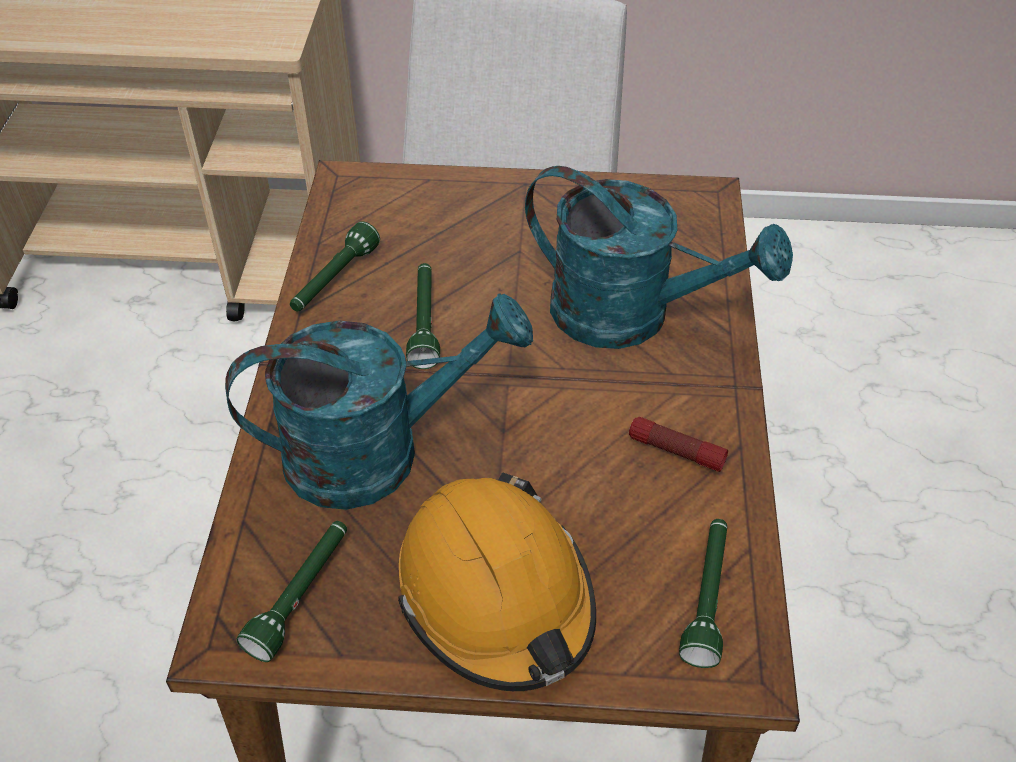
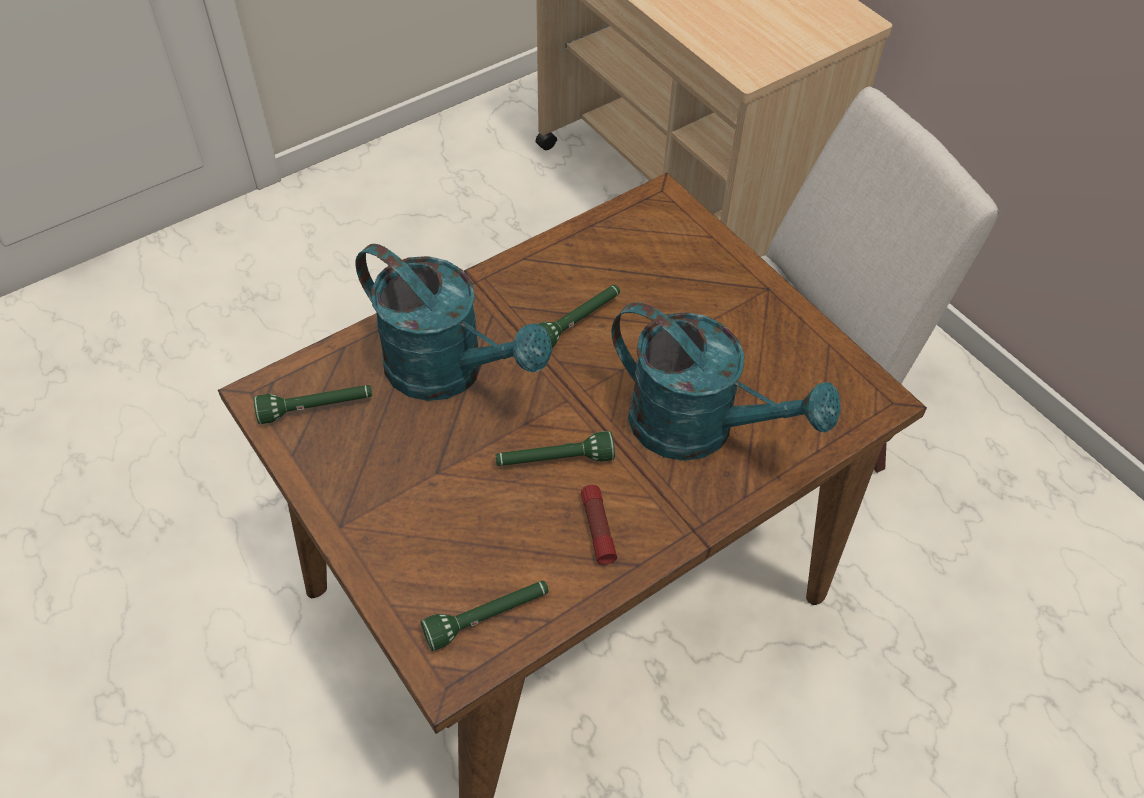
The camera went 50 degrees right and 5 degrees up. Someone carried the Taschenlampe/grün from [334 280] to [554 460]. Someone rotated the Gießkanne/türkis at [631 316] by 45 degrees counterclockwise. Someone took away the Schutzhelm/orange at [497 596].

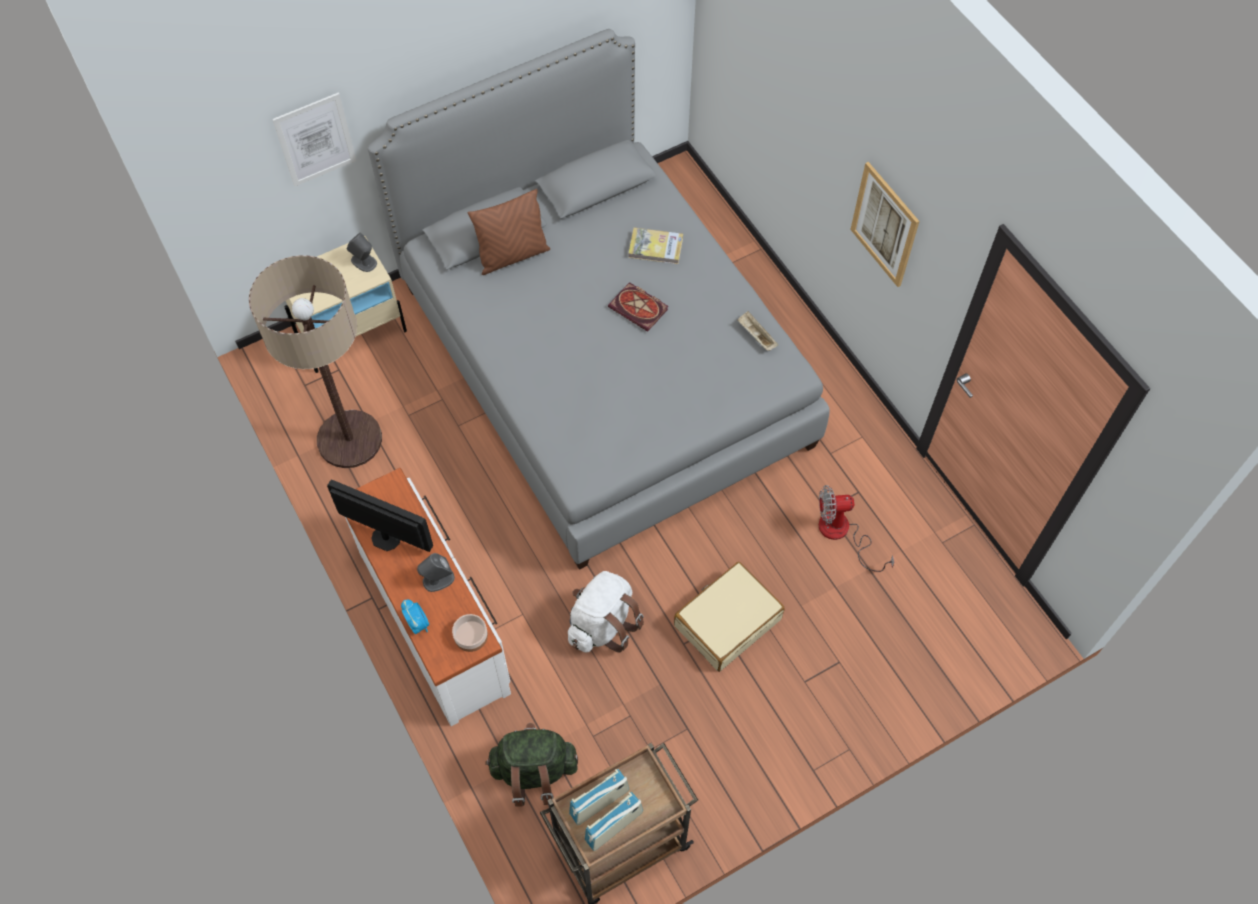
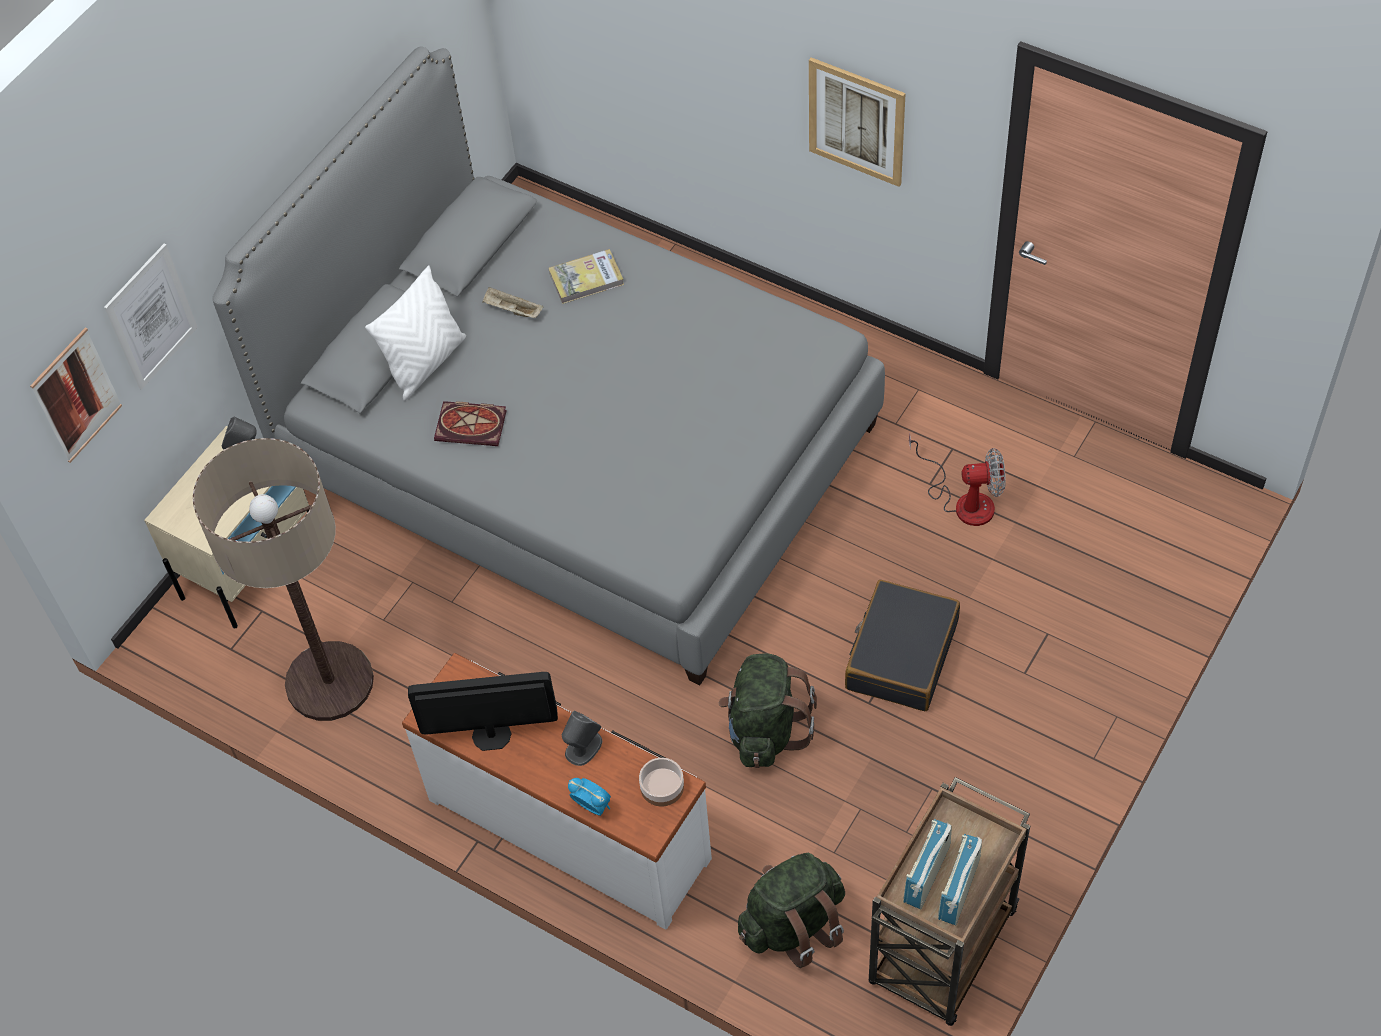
The camera went 25 degrees left and 5 degrees down. Someone put up the Bild at [76 395]. Someone repainted the Kissen/braun at [512 255], which became the Kissen/weiß at [426 363]. Someone carried the Buch from [640 308] to [473 425]. Someone carried the Tablett/beige from [756 336] to [512 310]. Someone repainted the Rucksack/weiß at [602 624], which became the Rucksack/grün at [765 730]. Someone repainted the Koffer/beige at [727 621], which became the Koffer/schwarz at [901 655]. Someone rotated the Ventilator at [842 534] by 150 degrees counterclockwise.

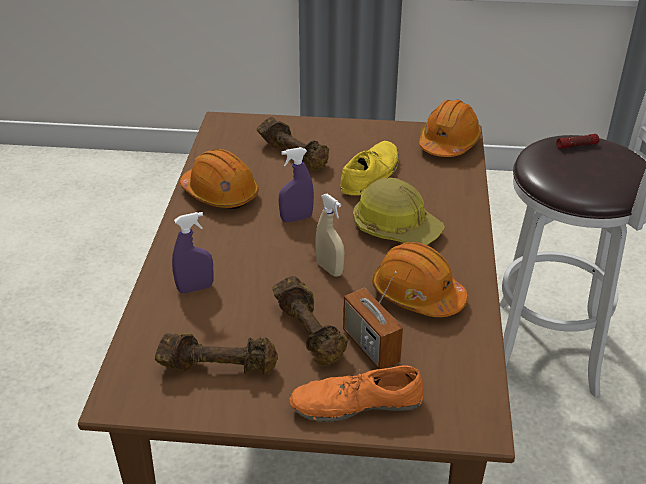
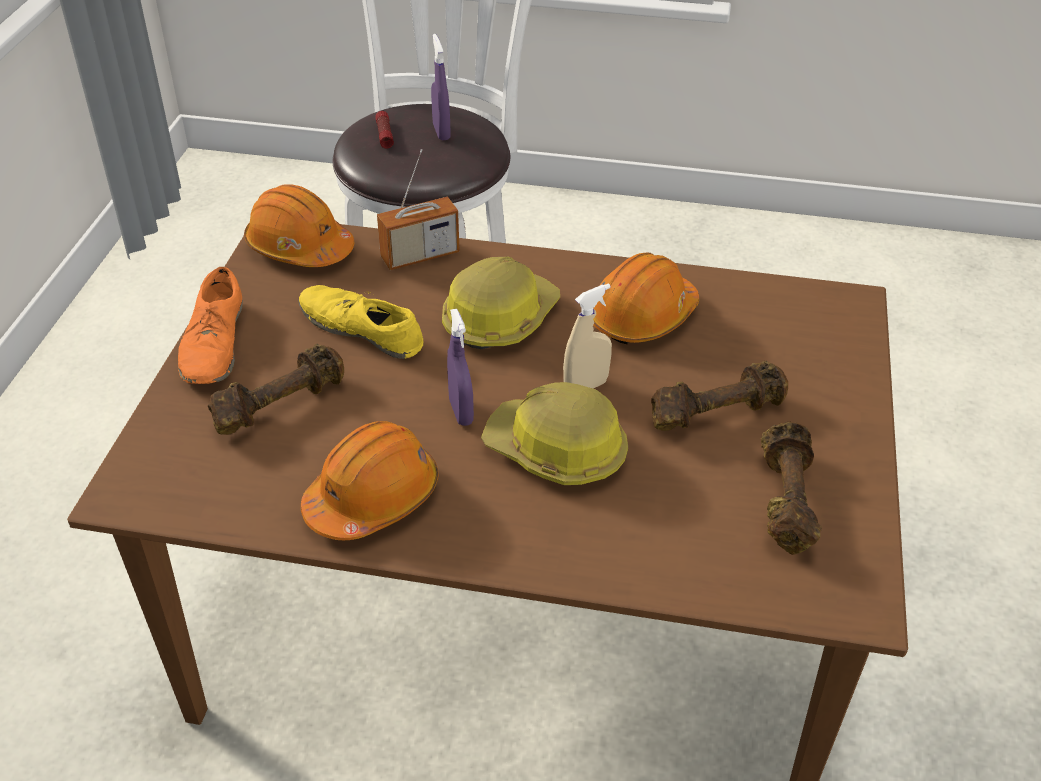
The camera went 85 degrees left and 5 degrees up. Someone carried the Schuh/orange from [356 403] to [214 344]. Someone carried the Radio from [370 346] to [420 256]. Someone carried the Sprühflasche/lila from [195 288] to [441 132]. Someone put down the Schutzhelm at [557 451].

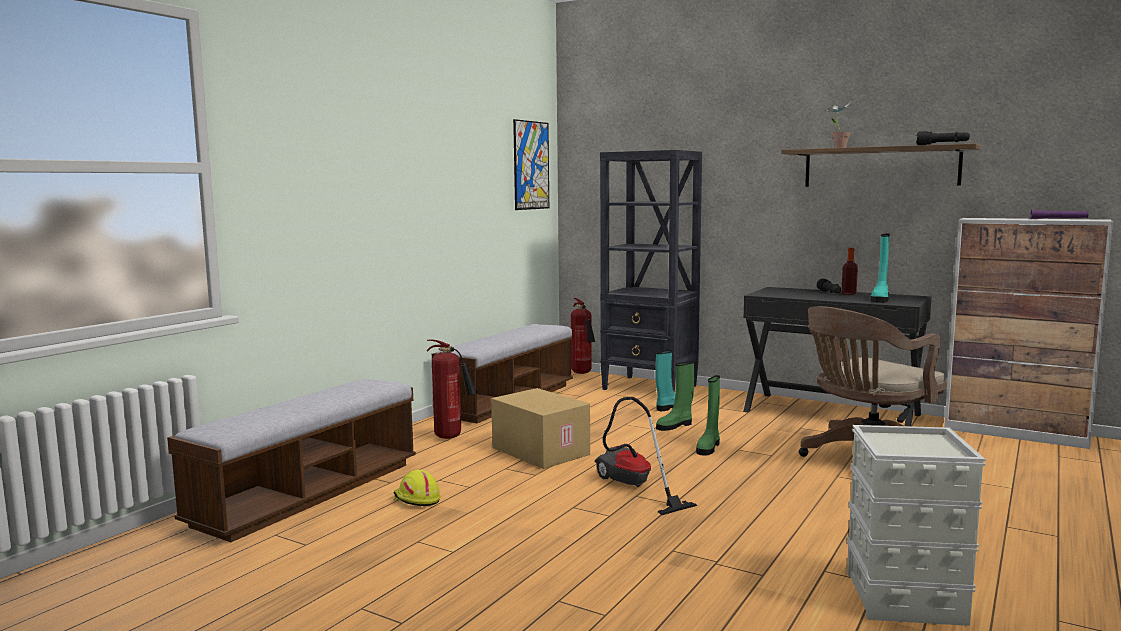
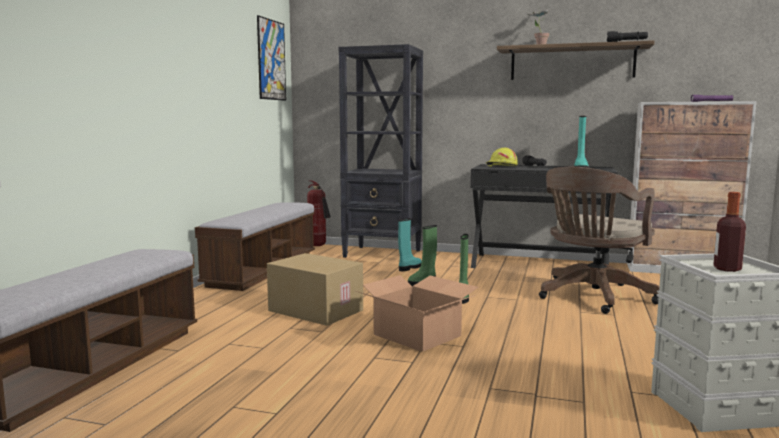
The camera went 15 degrees left and 0 degrees up. Someone swapped the Staubsauger at [631 487] for the Karton at [417 335]. Someone carried the Schutzhelm/gelb from [416 500] to [501 166]. Someone carried the Flasche from [848 293] to [727 269]. Someone took away the Feuerlöscher at [451 437].

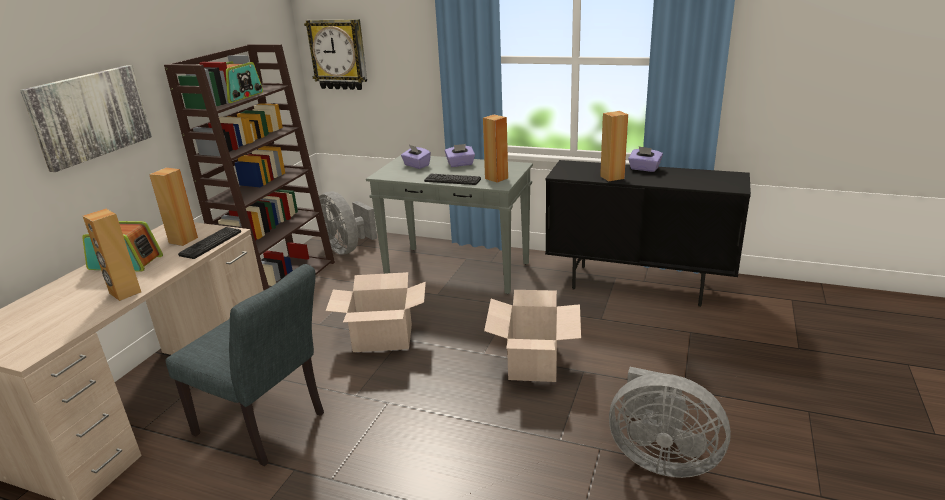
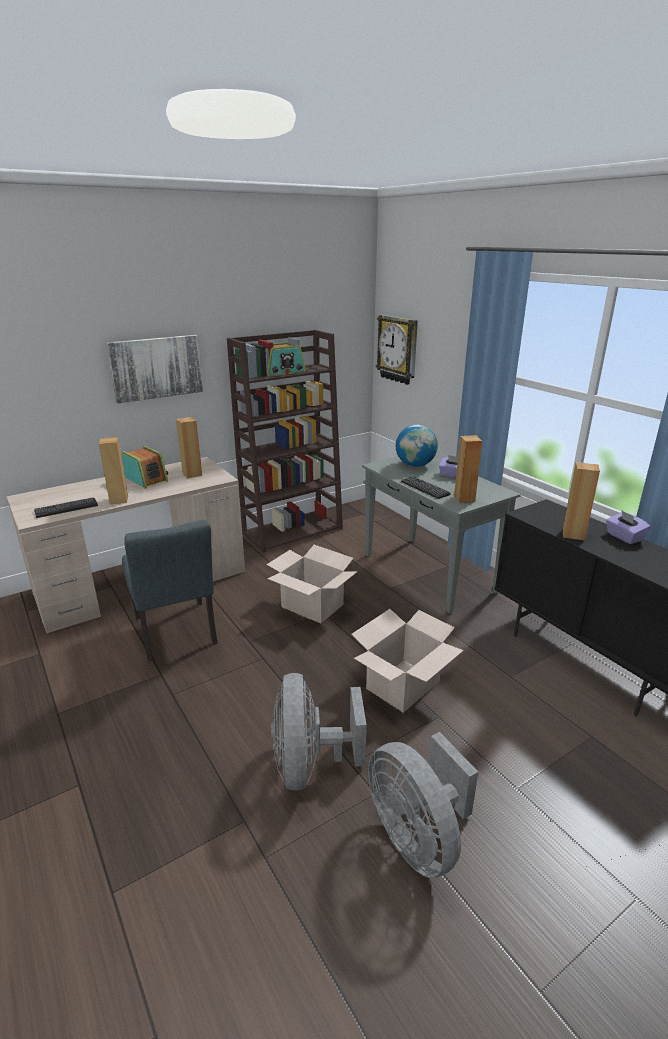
The camera went 35 degrees right and 0 degrees up. Someone carried the Tastatur from [211 243] to [66 508]. Someone carried the Ventilator/grau from [347 248] to [310 764]. Someone swapped the Taschentuchbox/lila at [416 165] for the Globus at [415 465].

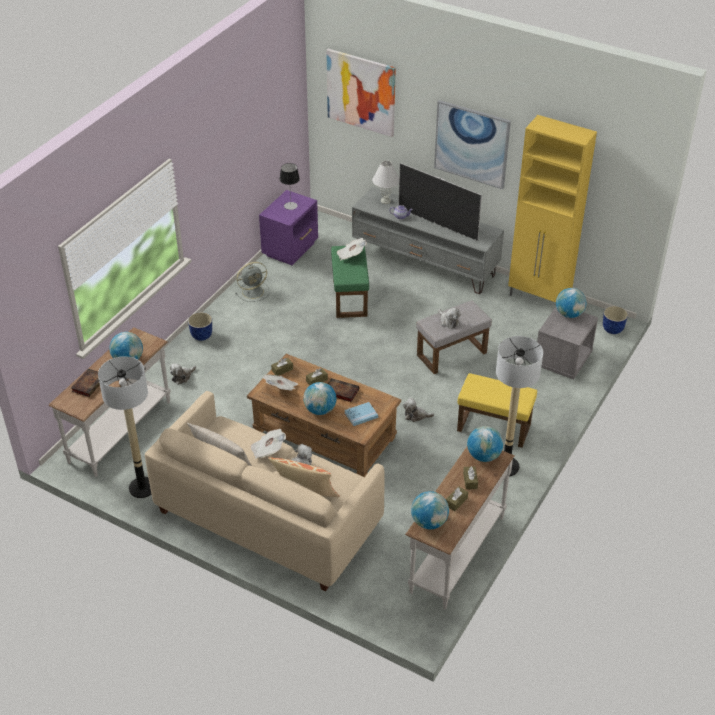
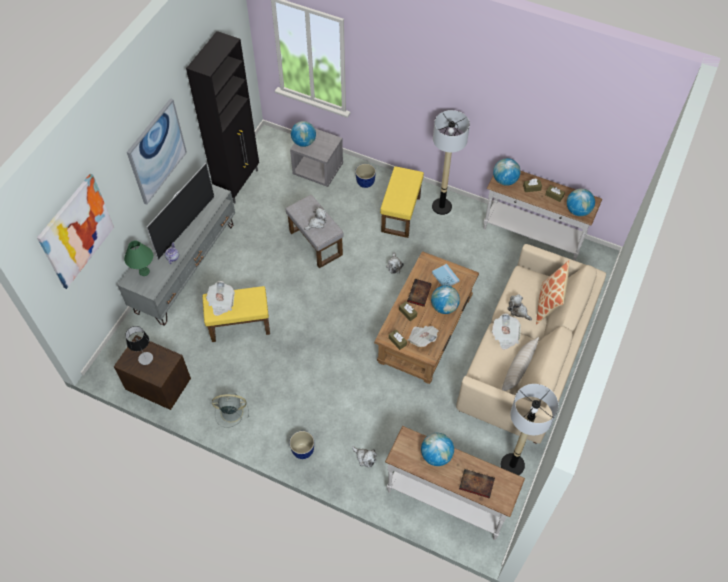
The camera went 95 degrees left and 15 degrees up. Someone repainted the Nachttisch/lila at [291 249], which became the Nachttisch/braun at [159 385]. Someone repainted the Tischlampe/weiß at [385 201], which became the Tischlampe/grün at [144 271]. Someone repainted the Schrank/gelb at [539 298], which became the Schrank/schwarz at [238 183]. Someone repainted the Polsterhocker/grün at [350 298], which became the Polsterhocker/gelb at [240 324]. Someone rotated the Ventilator/grau at [254 291] by 60 degrees counterclockwise. Someone carried the Pflanzkübel from [613 329] to [365 182].

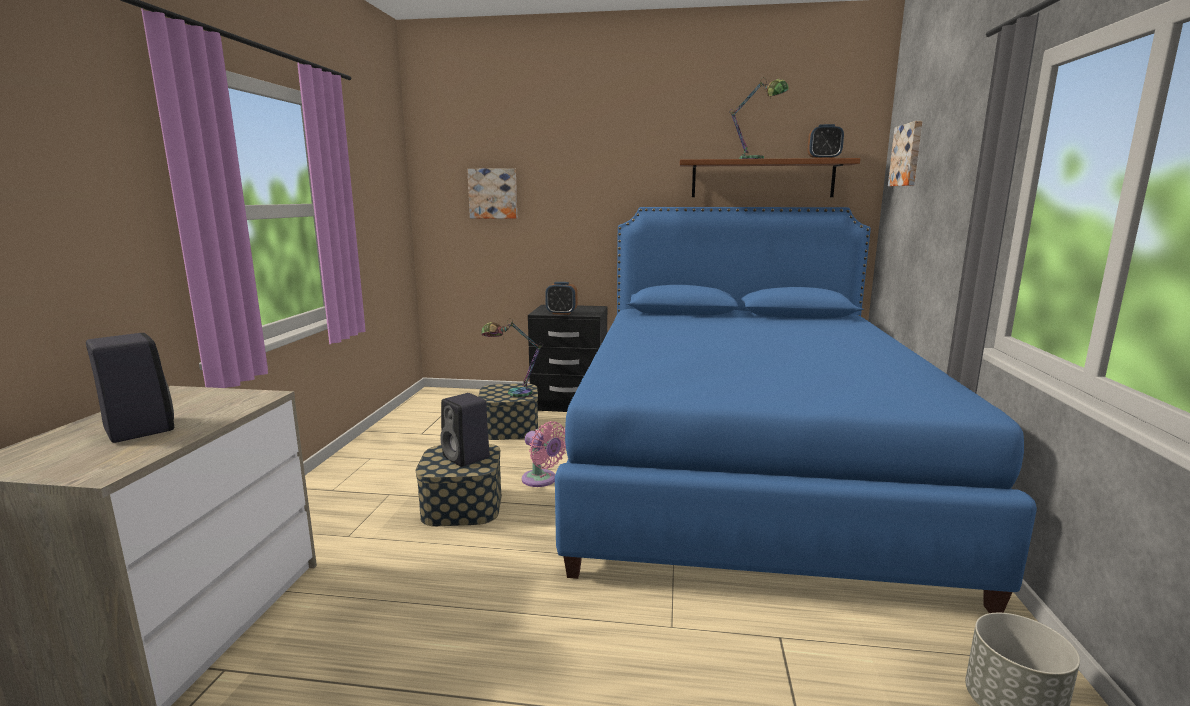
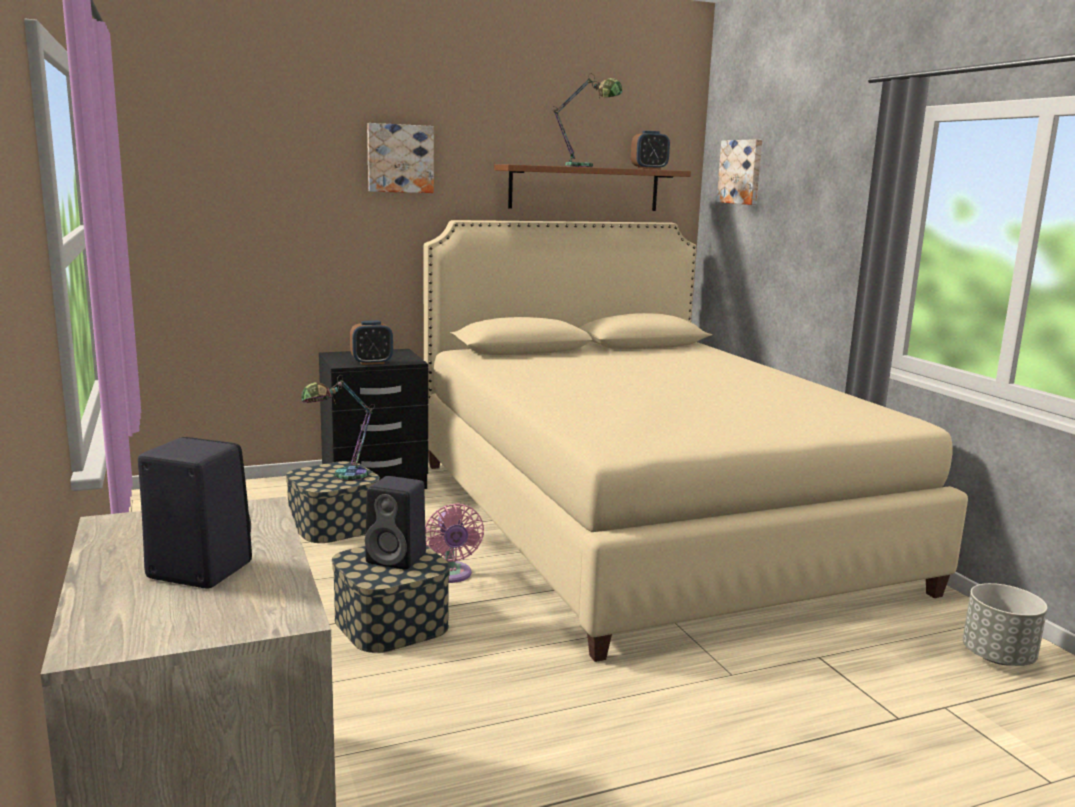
The camera went 30 degrees left and 0 degrees up. Someone carried the Bild from [493 193] to [400 158]. Someone repainted the Bett/blau at [744 468], which became the Bett/beige at [644 521]. Someone rotated the Ventilator/rosa at [542 480] by 60 degrees clockwise.

